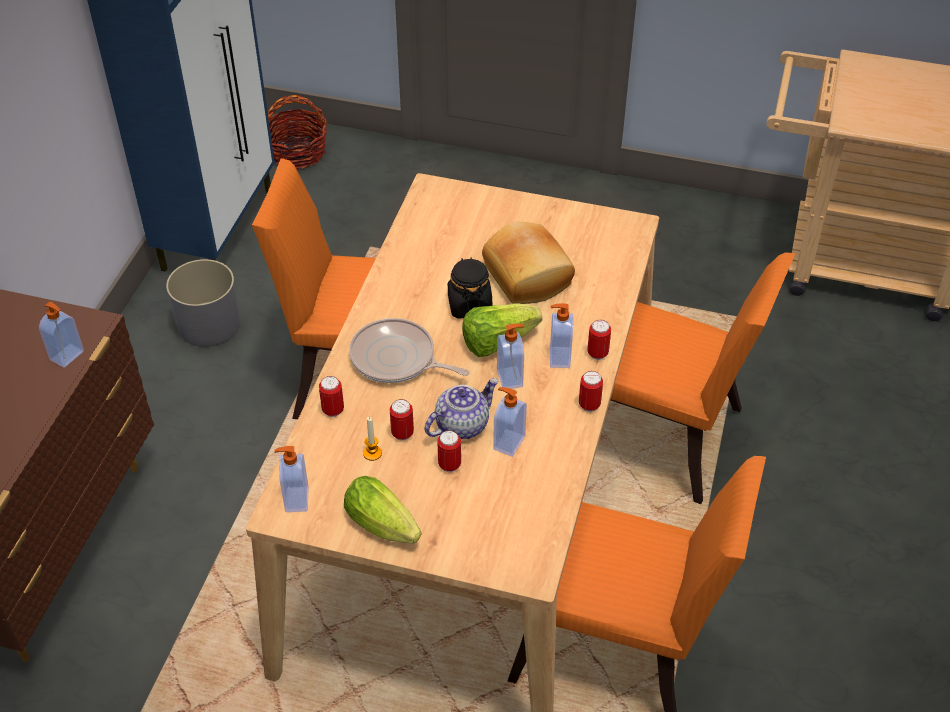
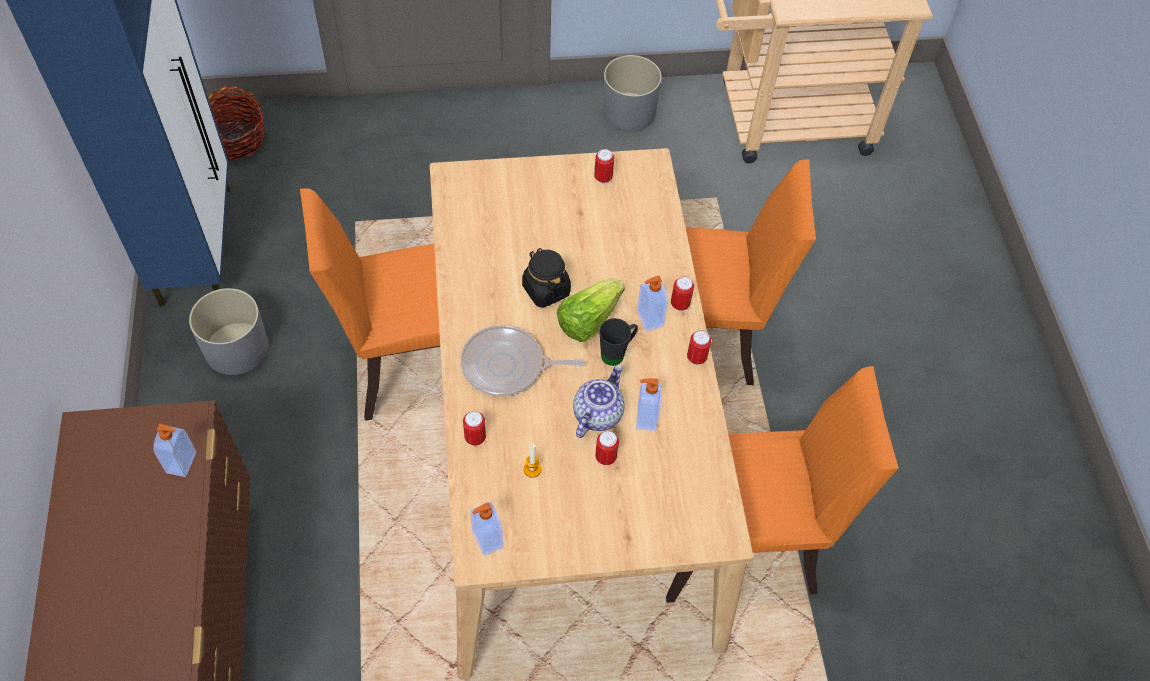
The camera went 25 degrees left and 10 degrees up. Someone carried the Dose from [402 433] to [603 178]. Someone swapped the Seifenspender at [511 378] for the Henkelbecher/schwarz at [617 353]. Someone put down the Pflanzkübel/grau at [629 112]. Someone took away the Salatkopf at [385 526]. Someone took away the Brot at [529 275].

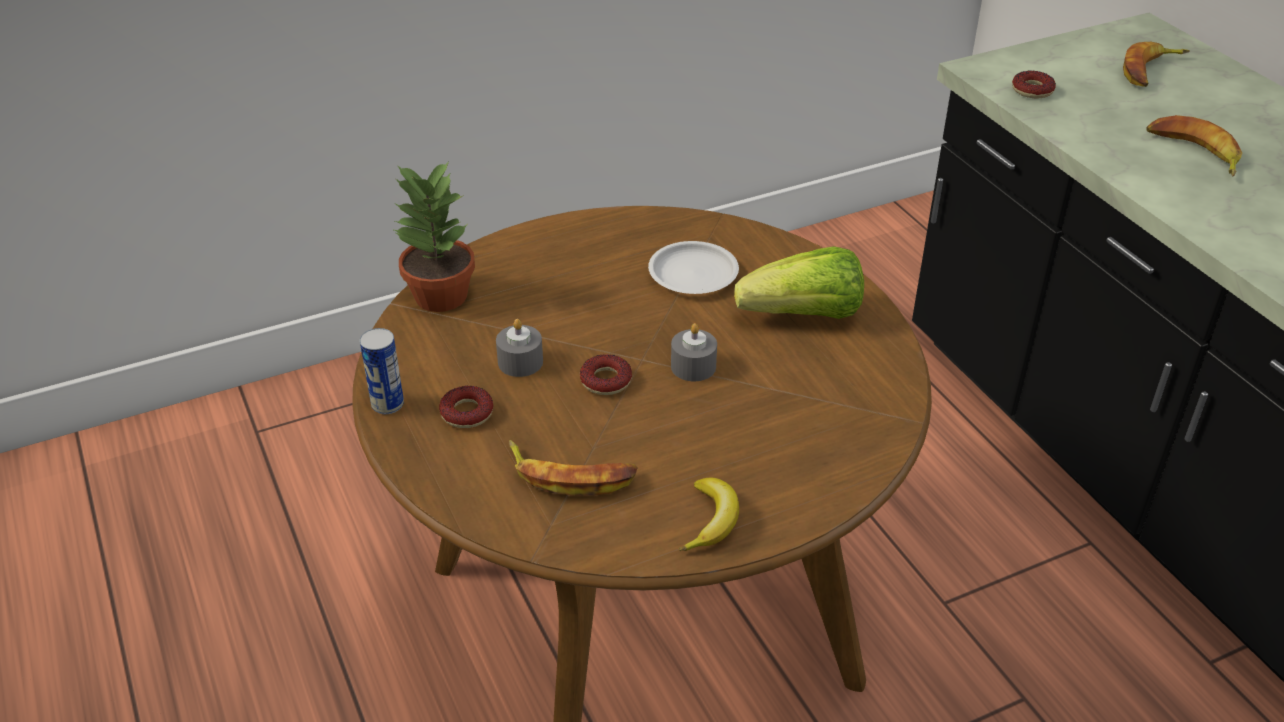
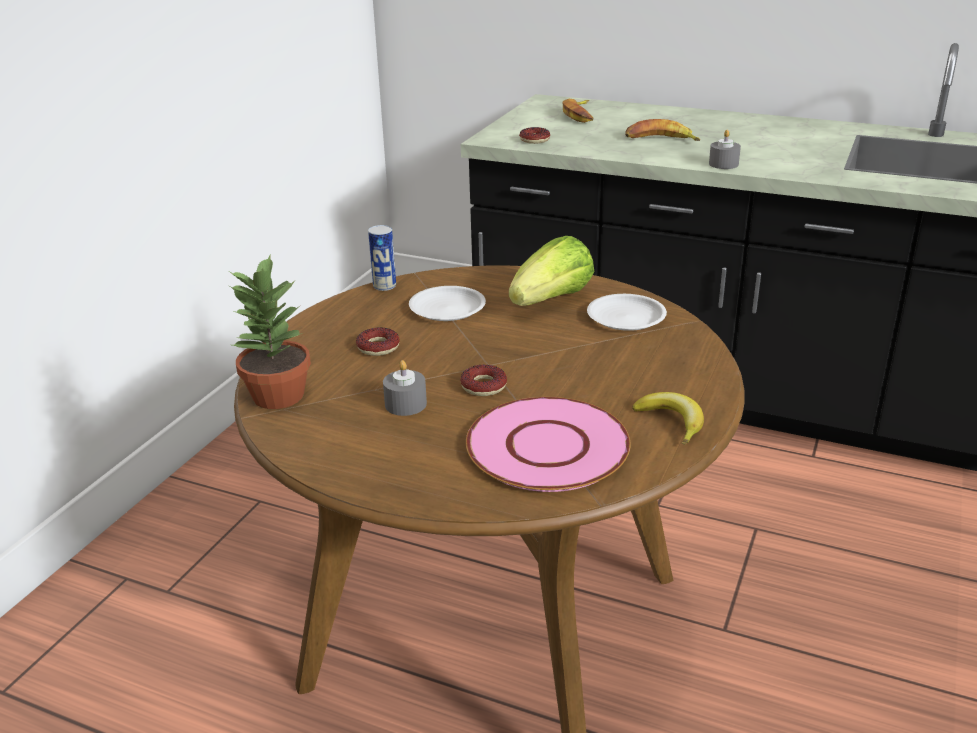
The camera went 40 degrees left and 10 degrees down. Someone carried the Donut from [467 413] to [378 347]. Someone carried the Dose from [387 404] to [384 286]. Someone swapped the Banane at [571 475] for the Teller/rosa at [547 446]. Someone put down the Teller/weiß at [626 318]. Someone carried the Kerze/grau from [693 366] to [723 164].

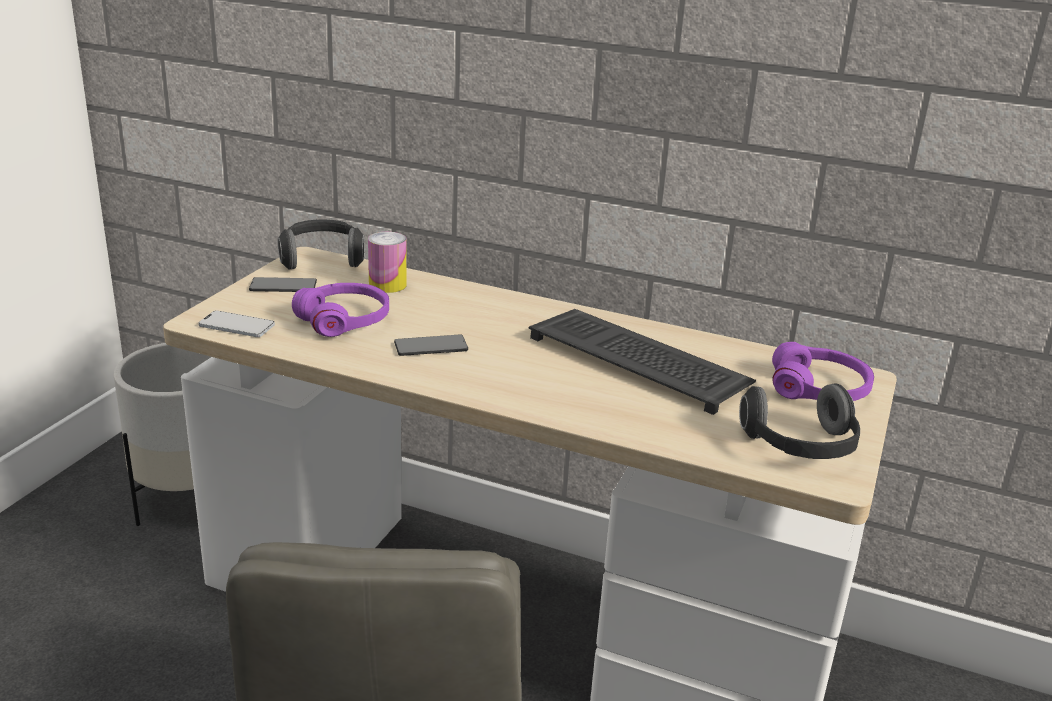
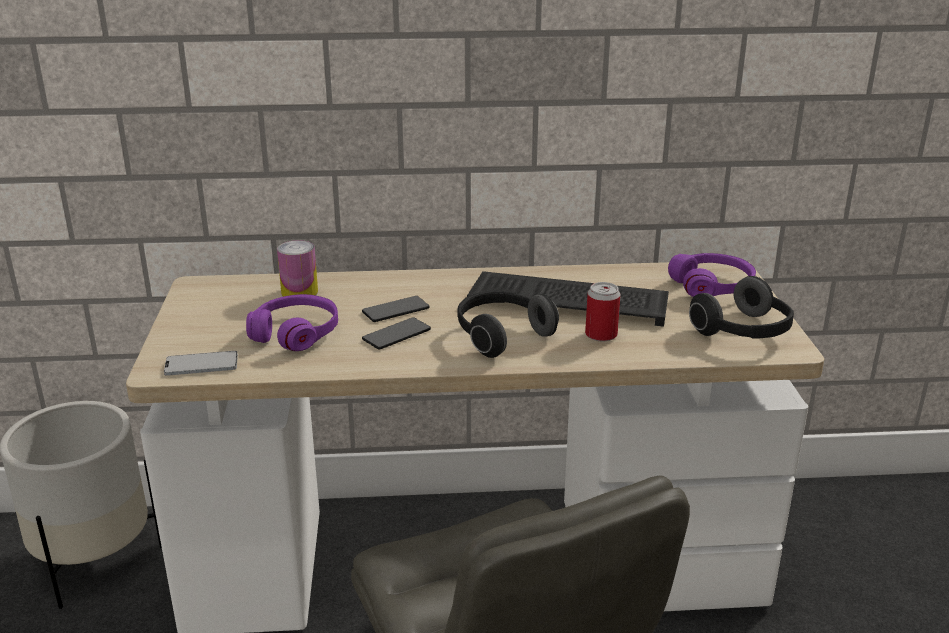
The camera went 25 degrees left and 0 degrees up. Someone carried the Handy from [283 286] to [395 310]. Someone carried the Kopfhörer from [322 259] to [501 336]. Someone put down the Dose at [601 335].

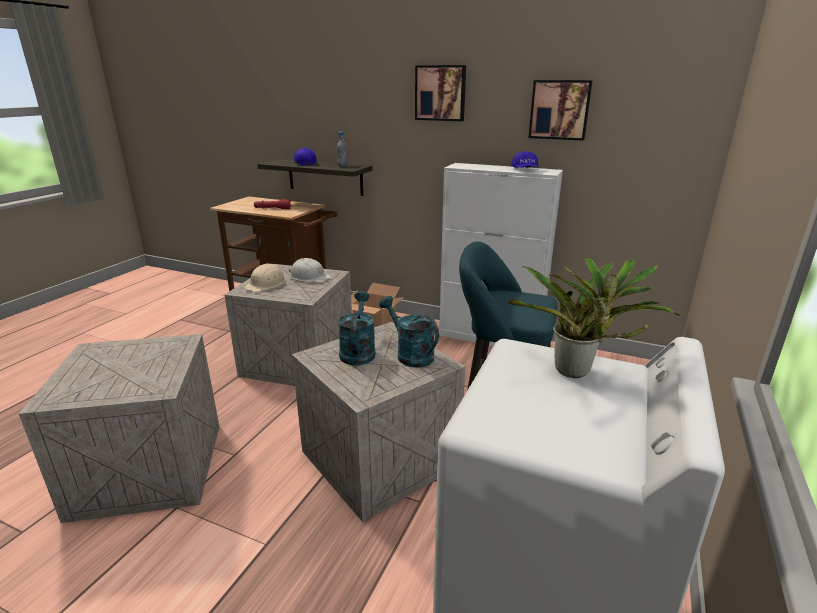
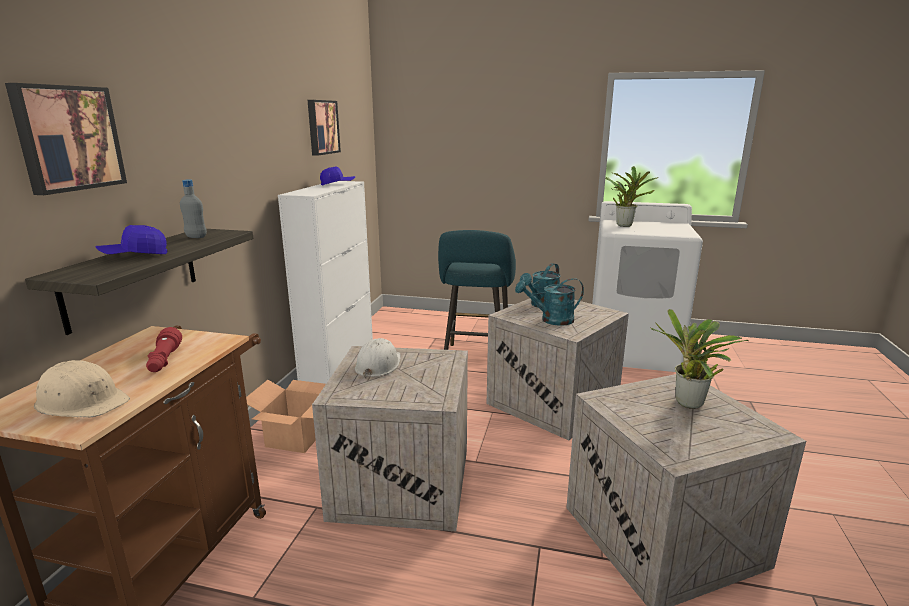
The camera went 100 degrees left and 5 degrees down. Someone carried the Bild from [440 93] to [67 138]. Someone carried the Schutzhelm/beige from [266 284] to [82 402]. Someone put down the Topfpflanze at [687 405].

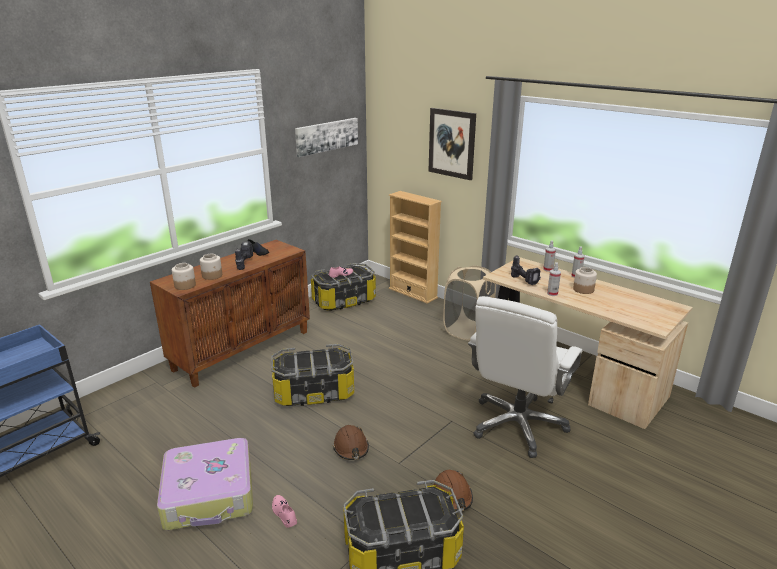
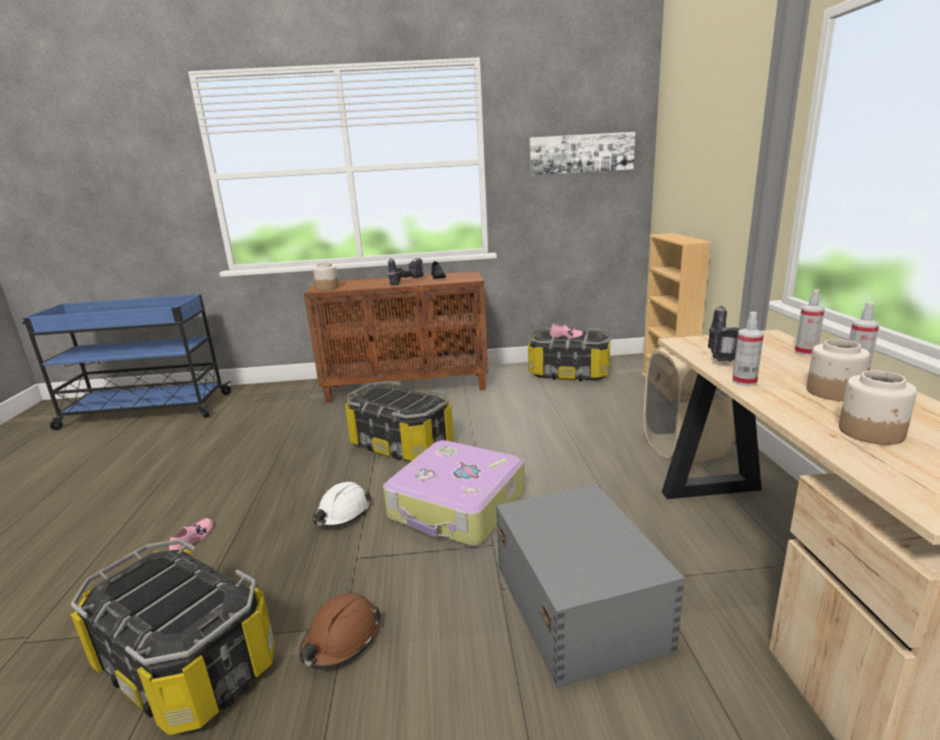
The camera went 45 degrees right and 5 degrees down. Someone repainted the Schutzhelm/braun at [351 448], which became the Schutzhelm/weiß at [342 514]. Someone carried the Koffer from [210 494] to [457 507]. Someone swapped the Bürostuhl/weiß at [517 425] for the Aufbewahrungsbox/grau at [578 604]. Someone carried the Vorratsglas from [212 275] to [871 432]. Someone took away the Bild at [452 143].

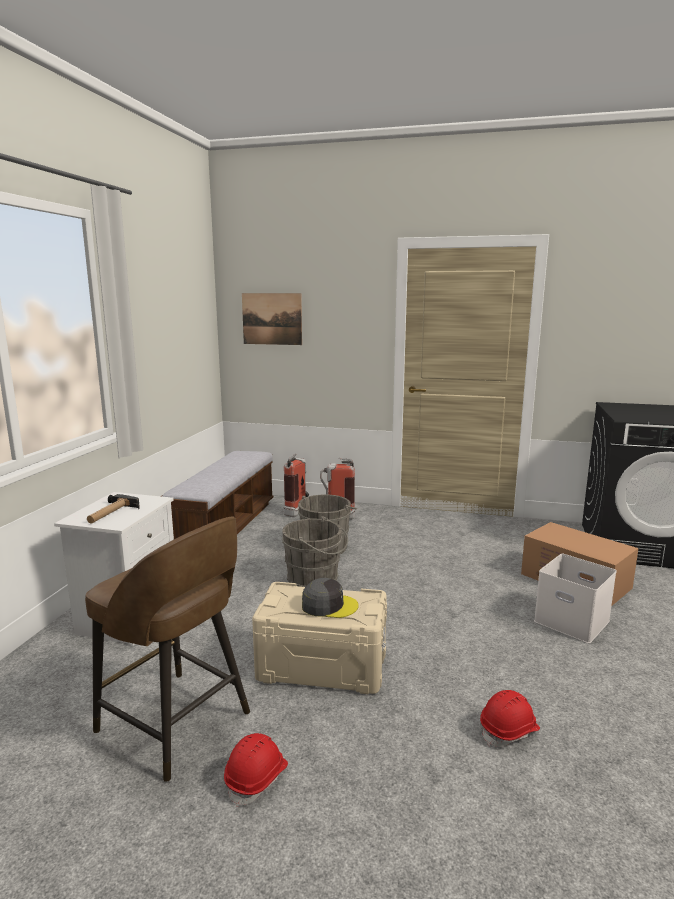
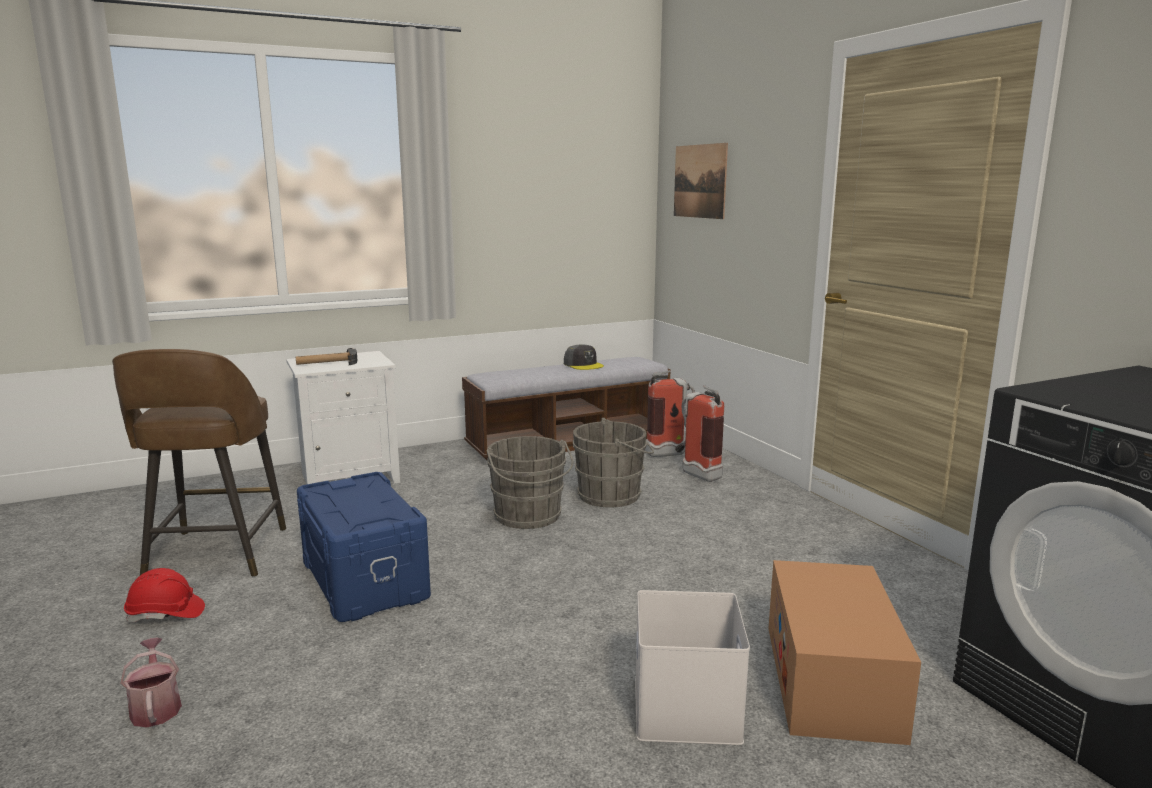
The camera went 50 degrees right and 0 degrees up. Someone put down the Gießkanne at [156 707]. Someone repainted the Aufbewahrungsbox/beige at [322 664], which became the Aufbewahrungsbox/blau at [366 579]. Someone carried the Kappe/grau from [329 605] to [583 365]. Someone took away the Schutzhelm/rot at [509 731].

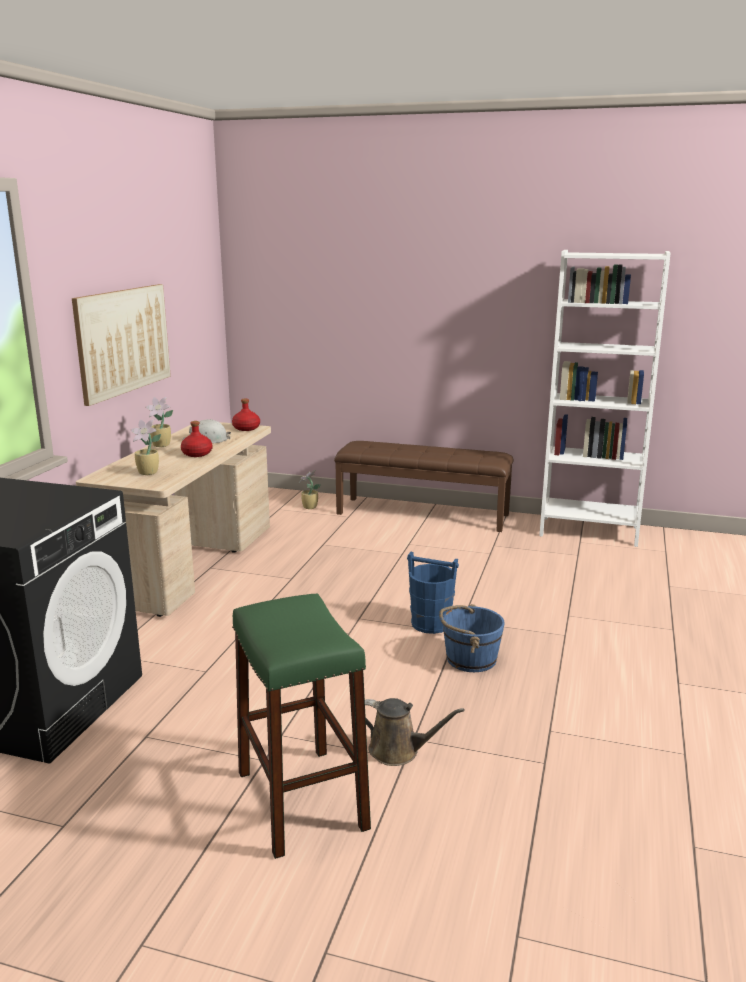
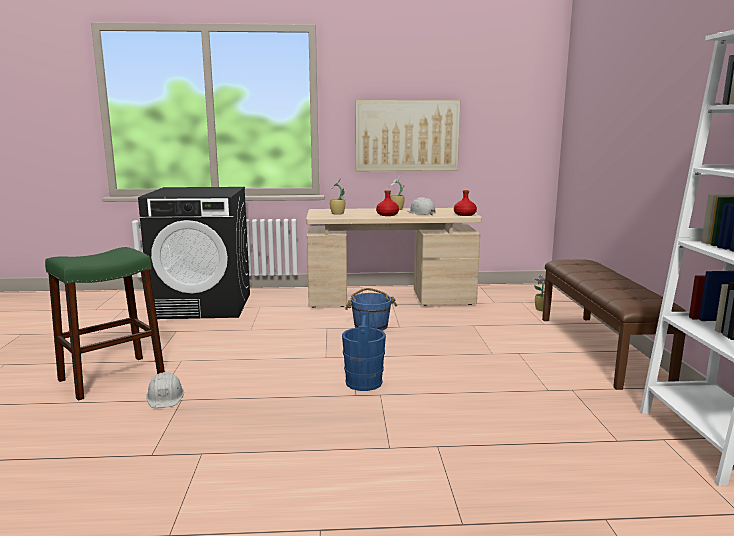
The camera went 70 degrees right and 5 degrees down. Someone swapped the Gießkanne/braun at [399 751] for the Schutzhelm/weiß at [165 397]. Someone carried the Eimer/blau from [470 659] to [371 326].

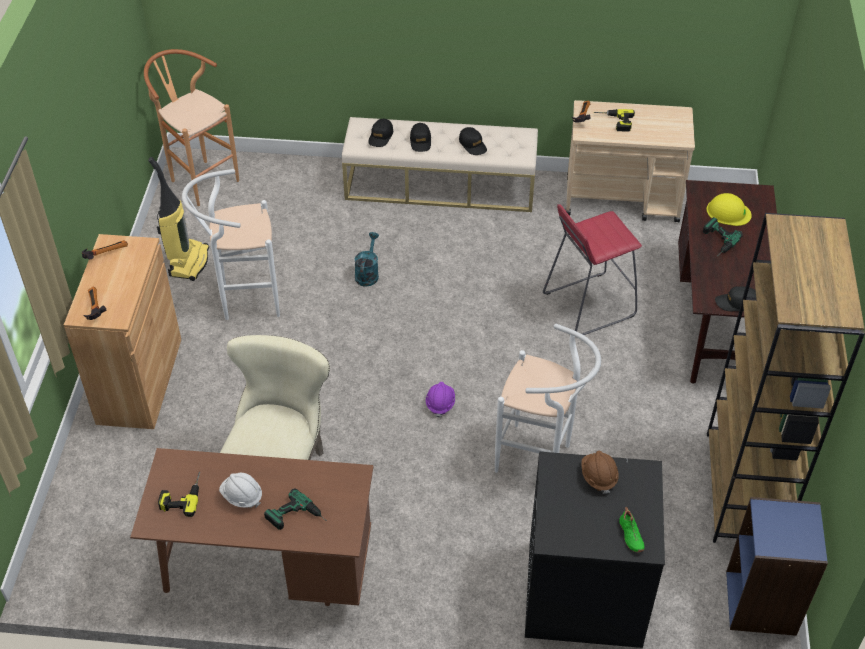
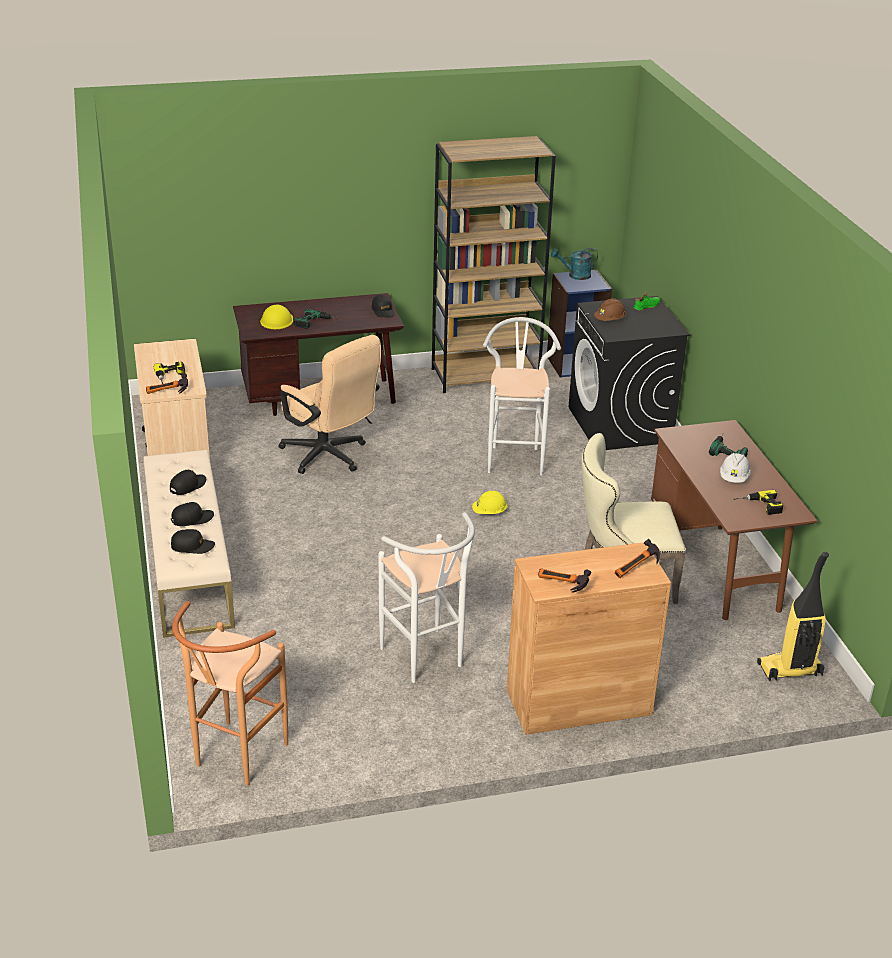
The camera went 110 degrees left and 15 degrees down. Someone swapped the Hocker/rot at [588 305] for the Bürostuhl/beige at [329 457]. Someone repainted the Schutzhelm/lila at [440 403], which became the Schutzhelm/gelb at [489 512]. Someone carried the Gießkanne/türkis from [367 273] to [575 275]. Someone carried the Staubsauger from [188 262] to [789 670].

